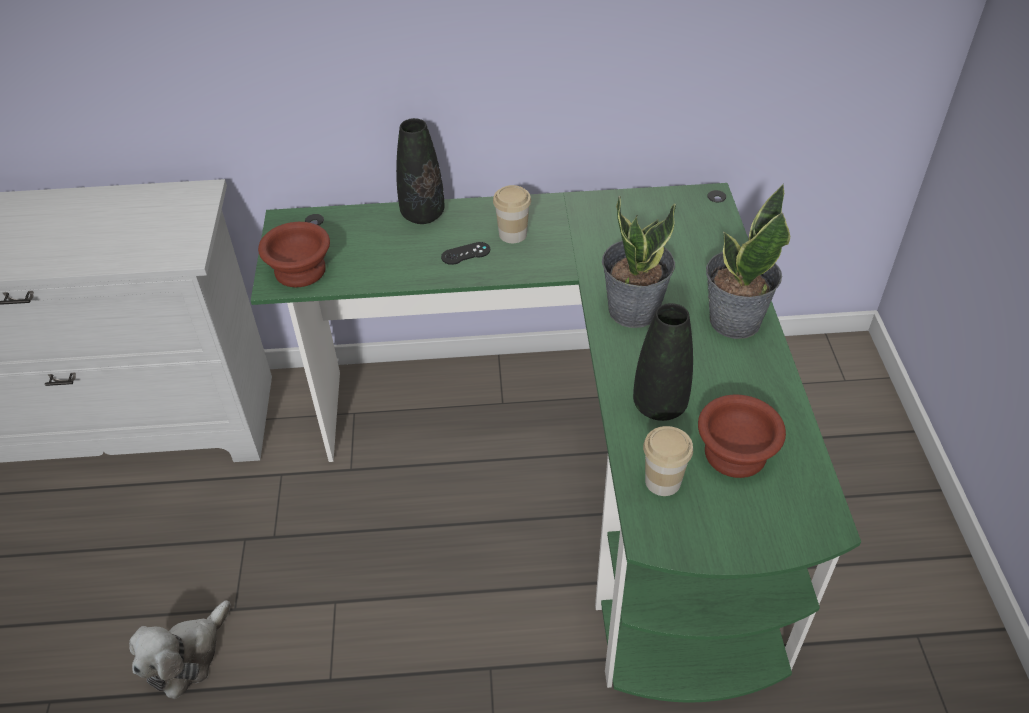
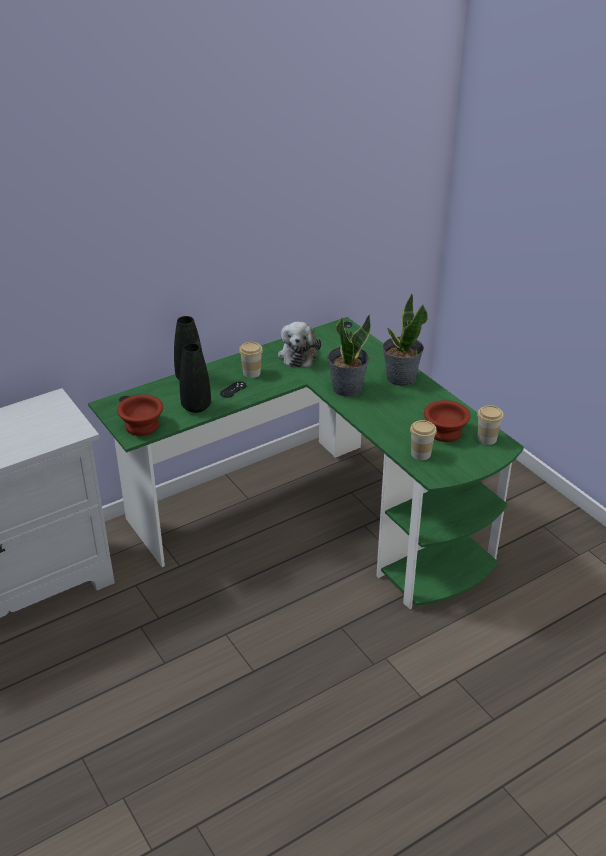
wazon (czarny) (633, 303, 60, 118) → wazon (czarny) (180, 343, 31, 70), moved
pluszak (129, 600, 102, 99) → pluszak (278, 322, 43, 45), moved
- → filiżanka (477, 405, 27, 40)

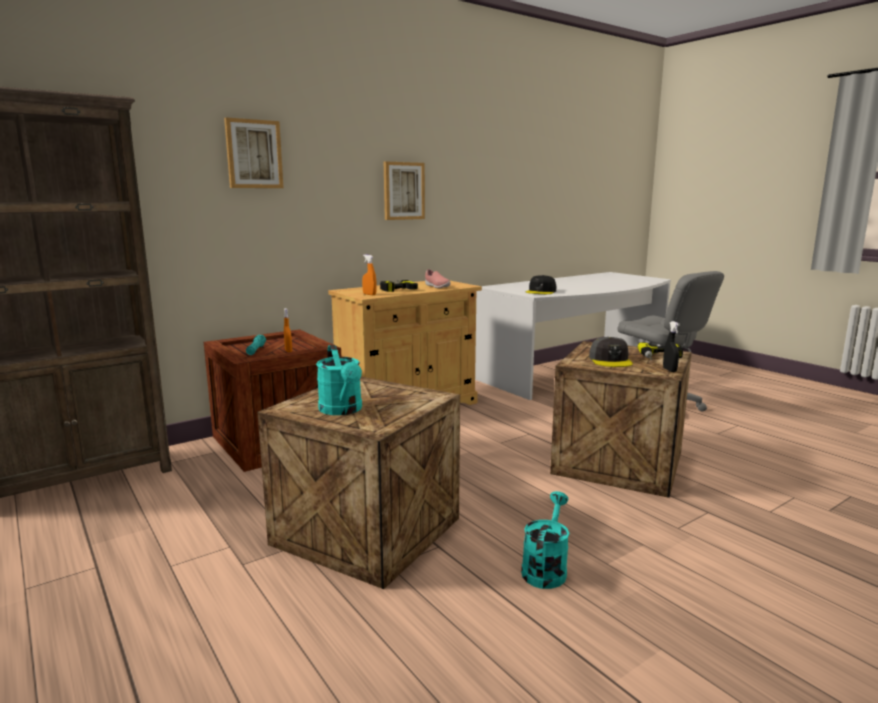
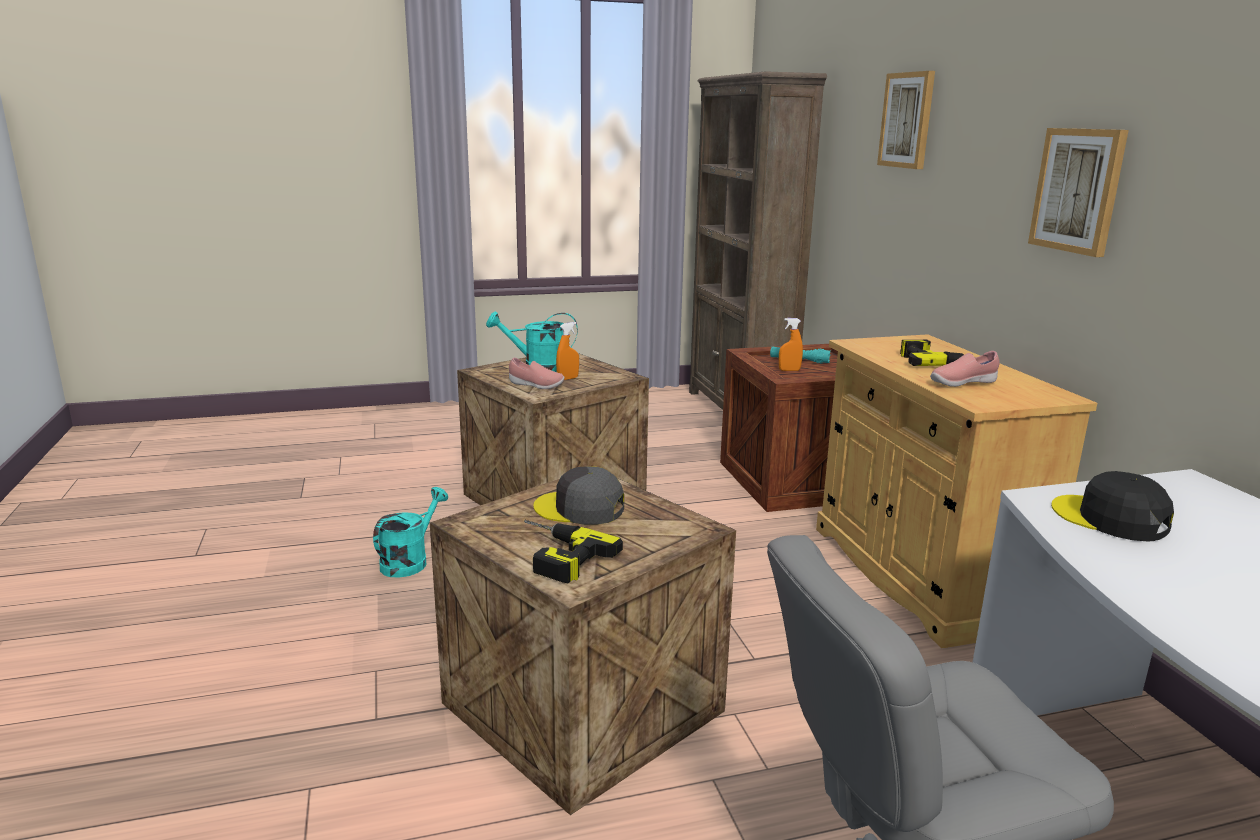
spryskiwacz (pomarańczowy) (362, 255, 15, 40) → spryskiwacz (pomarańczowy) (556, 322, 23, 58), moved
spryskiwacz (czarny) (663, 321, 17, 51) → -
konewka (turkusowy) (521, 491, 49, 98) → konewka (turkusowy) (373, 487, 75, 91), 105 degrees counterclockwise
- → but (różowy) (509, 357, 56, 32)

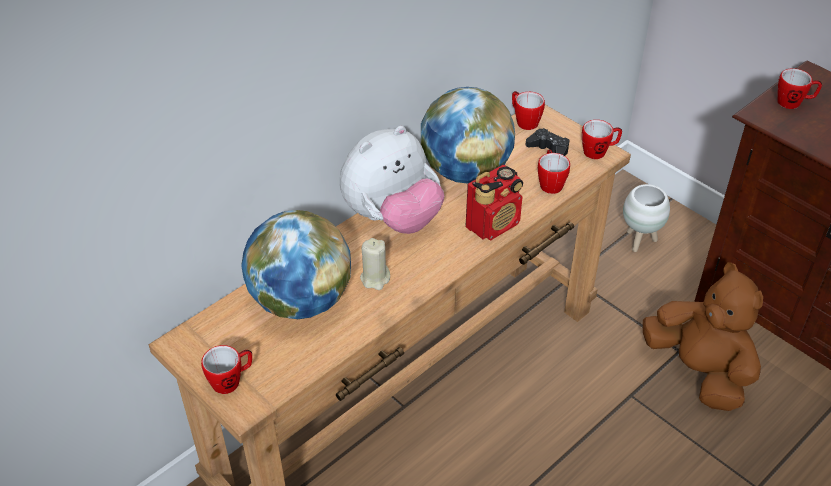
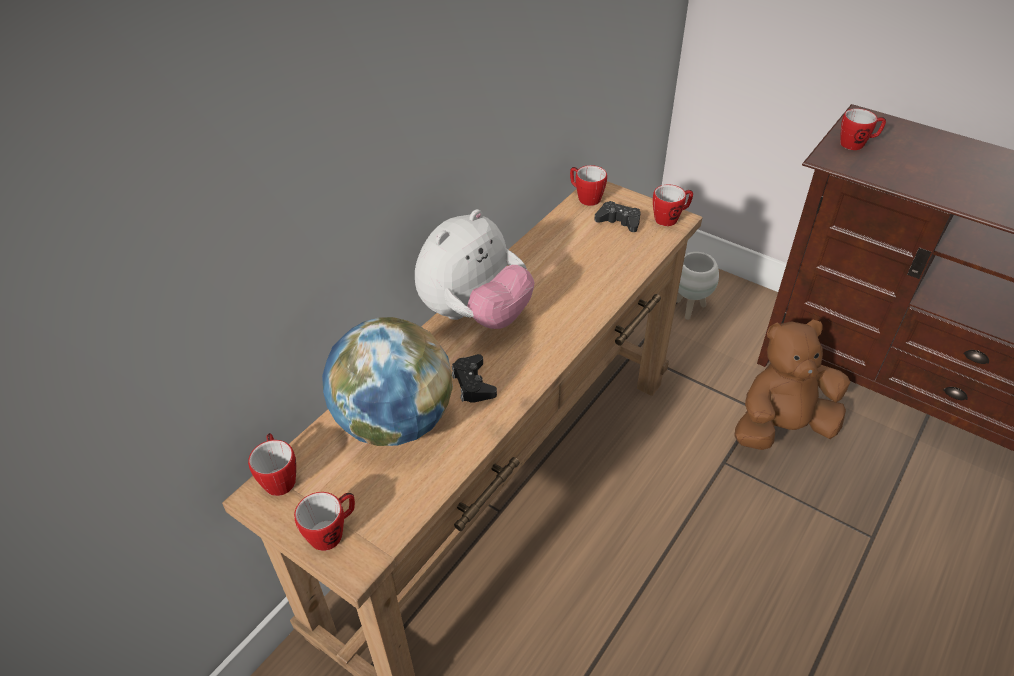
globus (421, 87, 94, 96) → -
kubek (538, 149, 32, 45) → kubek (248, 433, 48, 63), moved
radio (466, 164, 57, 76) → -
świeca (beżowy) (360, 238, 30, 52) → pad do gier (czarny) (452, 354, 45, 49)
pluszak (brązowy) (643, 262, 120, 149) → pluszak (brązowy) (734, 320, 116, 130), 60 degrees counterclockwise

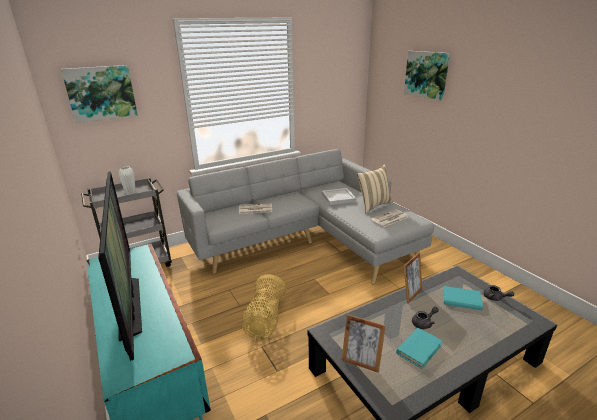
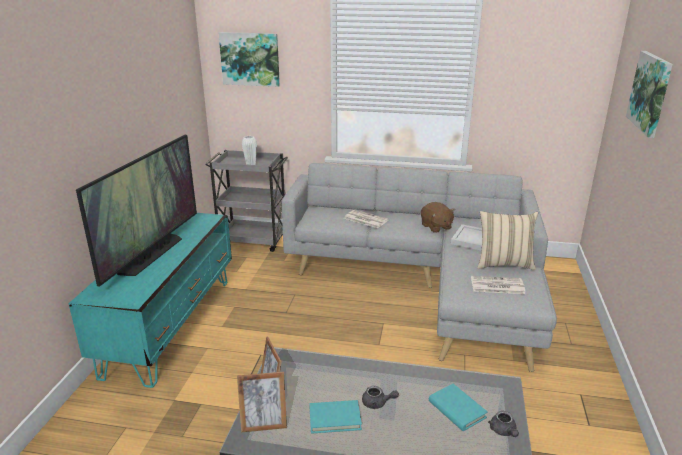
ramka na zdjęcie (404, 252, 18, 52) → ramka na zdjęcie (237, 372, 50, 60), moved
koszyk (242, 274, 44, 65) → -
- → pluszak (brązowy) (421, 202, 34, 31)

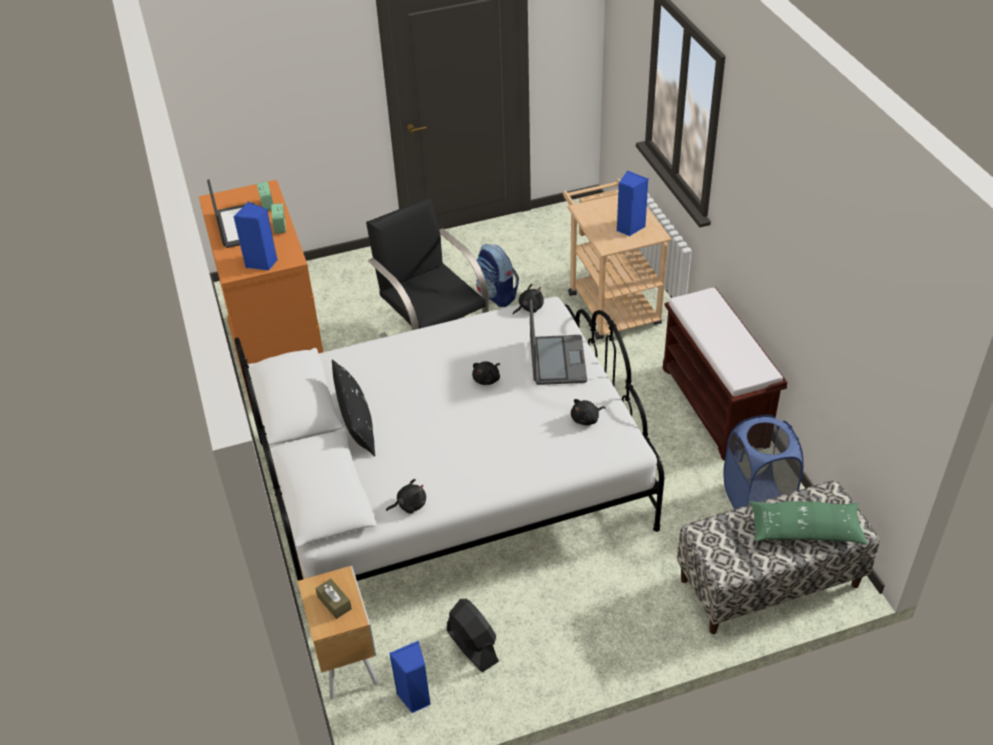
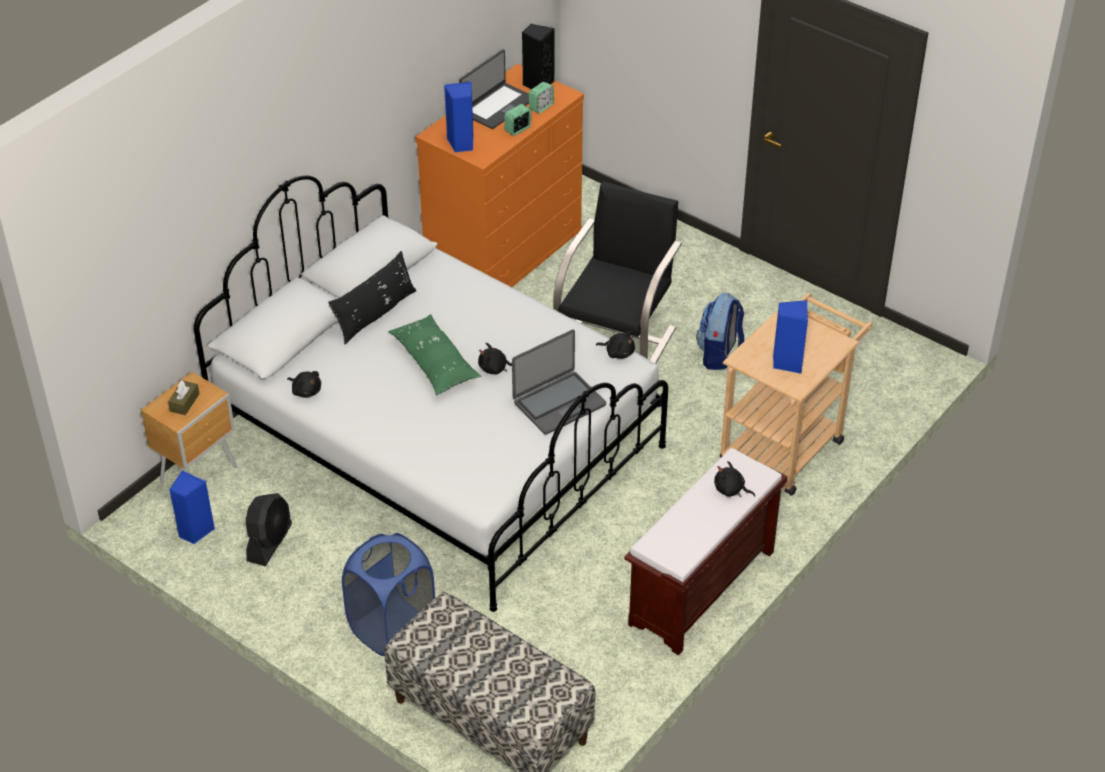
pluszak (czarny) (571, 399, 35, 26) → pluszak (czarny) (714, 461, 41, 36), moved
kosz na pranie (niebieski) (723, 415, 81, 94) → kosz na pranie (niebieski) (342, 533, 93, 123), moved
poduszka (zielony) (749, 501, 119, 44) → poduszka (zielony) (388, 314, 93, 81), moved
- → głośnik (czarny) (522, 24, 33, 65)

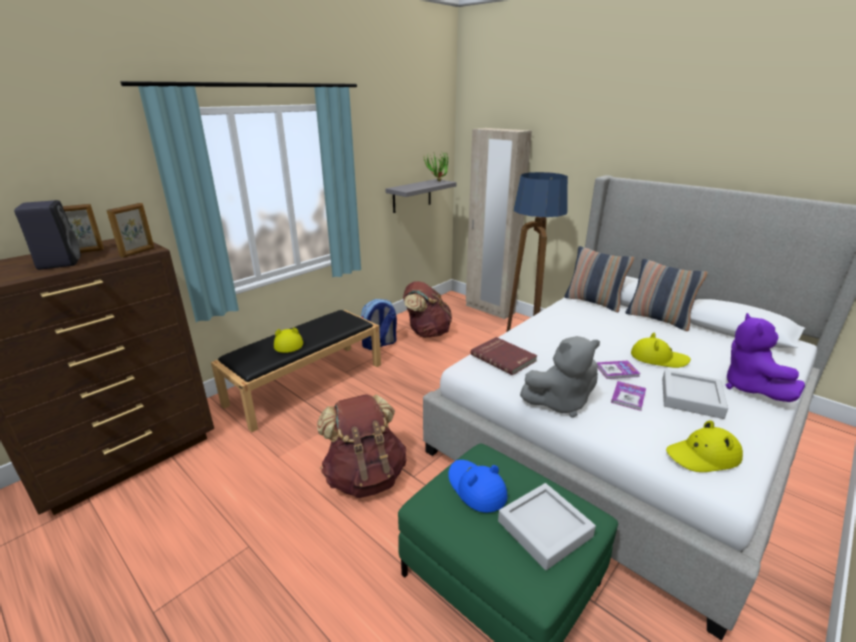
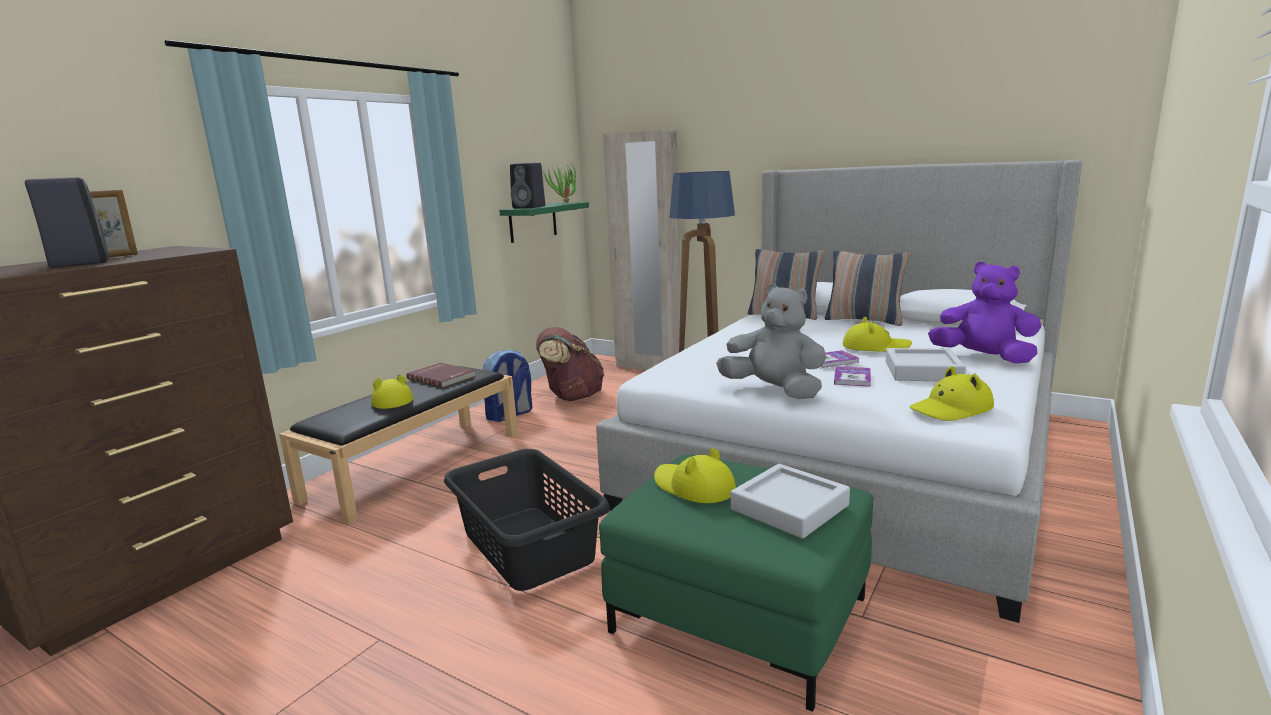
półka (szary) (385, 179, 72, 34) → półka (zielony) (499, 202, 90, 41)
ramka na zdjęcie (107, 203, 47, 55) → -
pluszak (fioletowy) (726, 313, 79, 89) → pluszak (fioletowy) (928, 262, 114, 101), 135 degrees clockwise
pluszak (szary) (520, 336, 80, 82) → pluszak (szary) (716, 284, 110, 115), 120 degrees counterclockwise
książka (czerwony) (471, 337, 66, 38) → książka (czerwony) (406, 363, 70, 25), moved
plecak (brązowy) (317, 394, 89, 104) → kosz na pranie (czarny) (444, 449, 166, 142)
kapelusz (niebieski) (448, 460, 60, 53) → kapelusz (żółty) (654, 448, 82, 55)
- → głośnik (czarny) (510, 163, 35, 45)

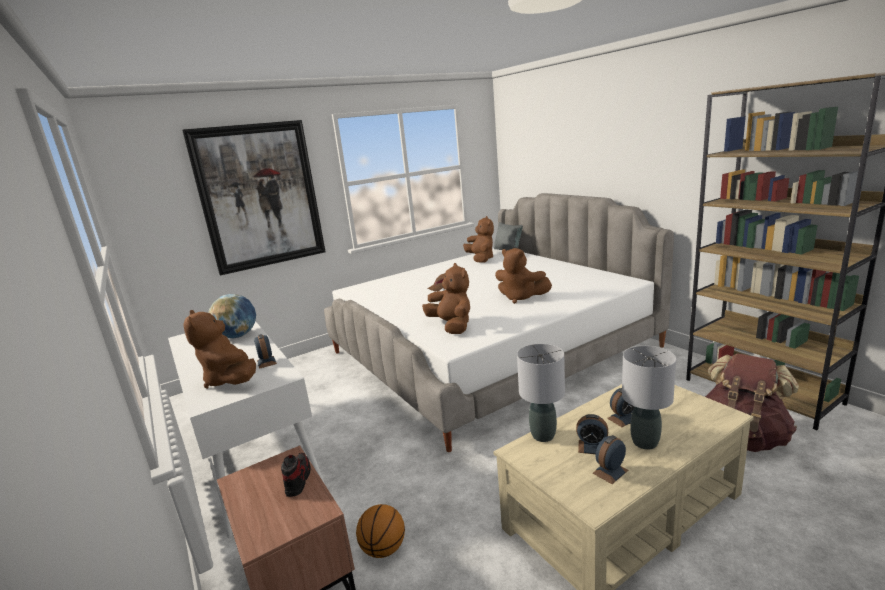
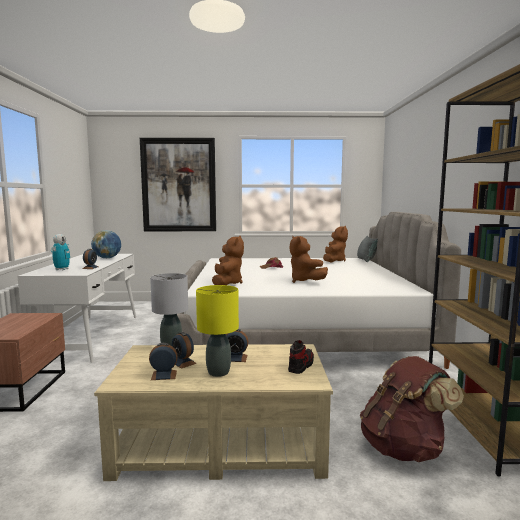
pluszak (brązowy) (183, 310, 73, 78) → robot zabawkowy (51, 234, 19, 36)
lampa stołowa (szary) (622, 346, 54, 104) → lampa stołowa (żółty) (196, 285, 43, 92)
but (281, 453, 29, 44) → but (288, 340, 26, 34), moved
piłka do koszykówki (356, 504, 49, 54) → -

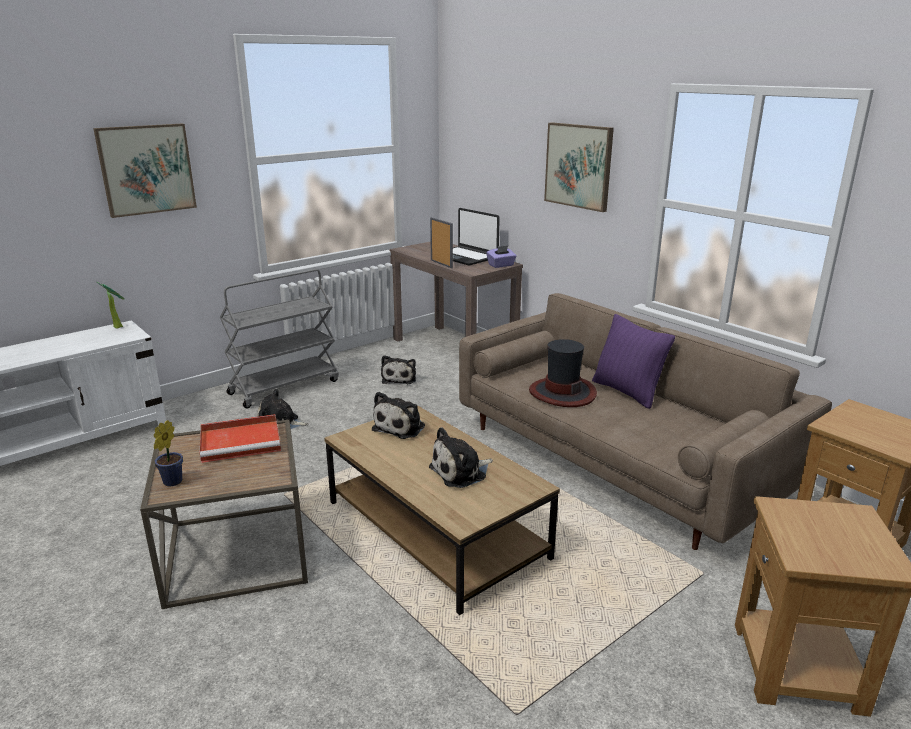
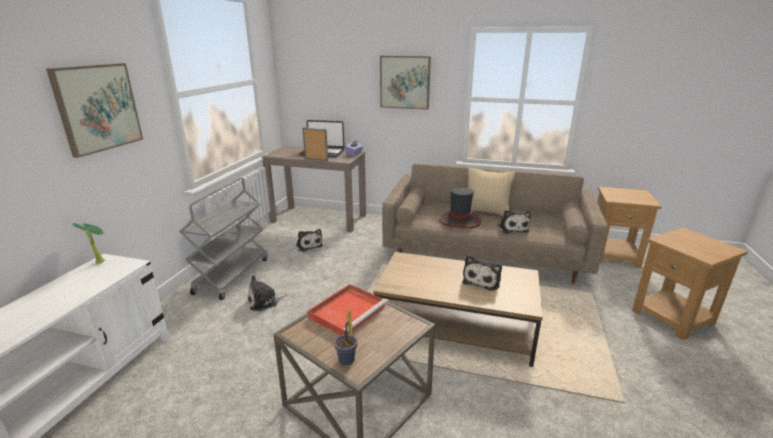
poduszka (fioletowy) (592, 314, 83, 95) → poduszka (beżowy) (468, 168, 47, 48)
pluszak (372, 392, 53, 47) → pluszak (497, 210, 34, 24), moved

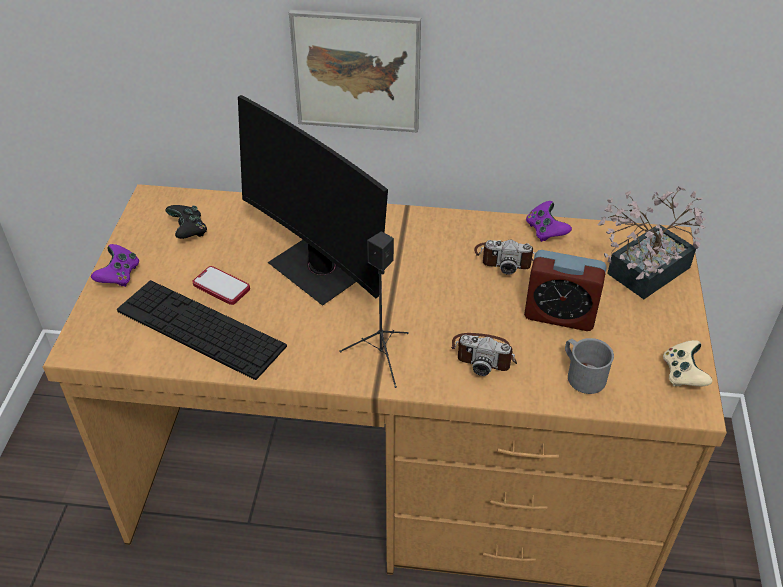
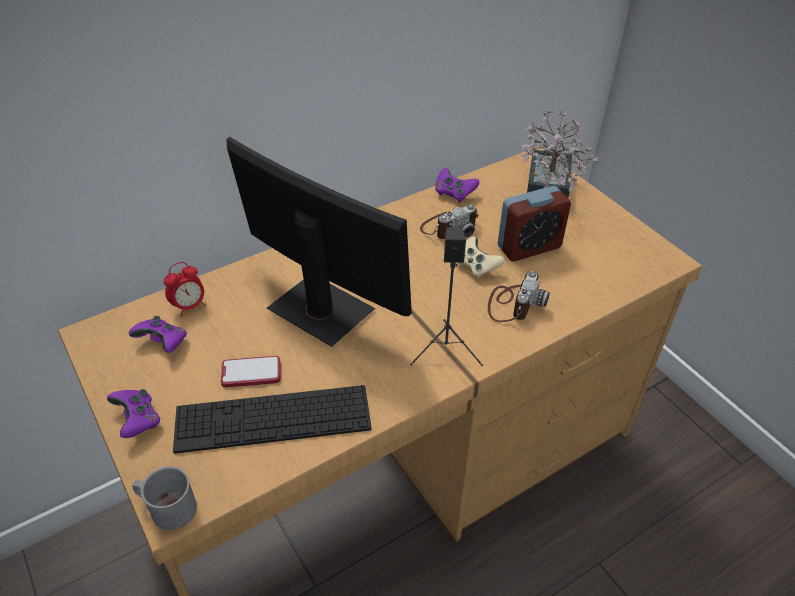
obraz (289, 10, 132, 122) → -
monitor (238, 95, 150, 211) → monitor (226, 137, 186, 210), 150 degrees counterclockwise
pad do gier (czarny) (165, 205, 42, 34) → pad do gier (fioletowy) (129, 316, 58, 37)
aparat fotograficzny (451, 333, 66, 43) → aparat fotograficzny (488, 271, 62, 51), 45 degrees counterclockwise
kubek (szary) (565, 338, 49, 56) → kubek (szary) (132, 466, 65, 64), moved
pad do gier (beżowy) (663, 340, 50, 47) → pad do gier (beżowy) (459, 236, 46, 43), moved
- → budzik (163, 262, 42, 54)

